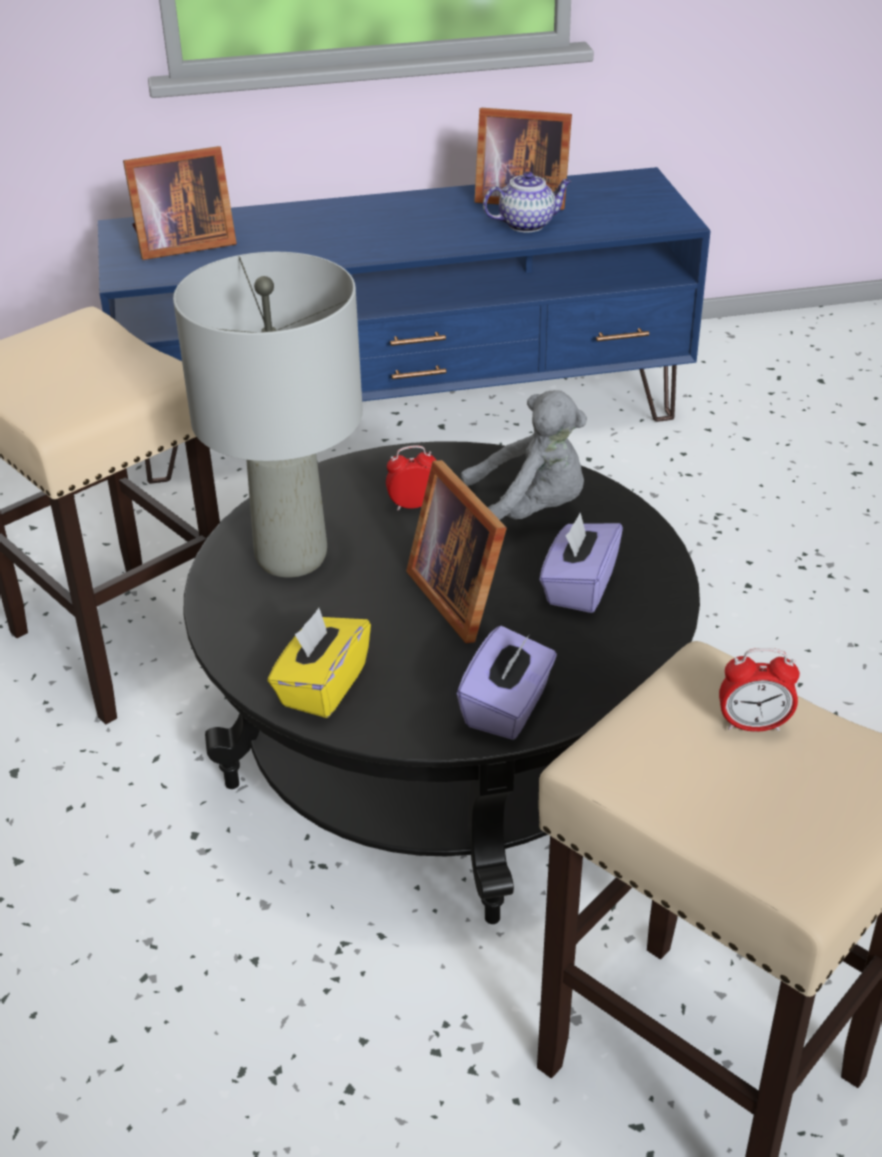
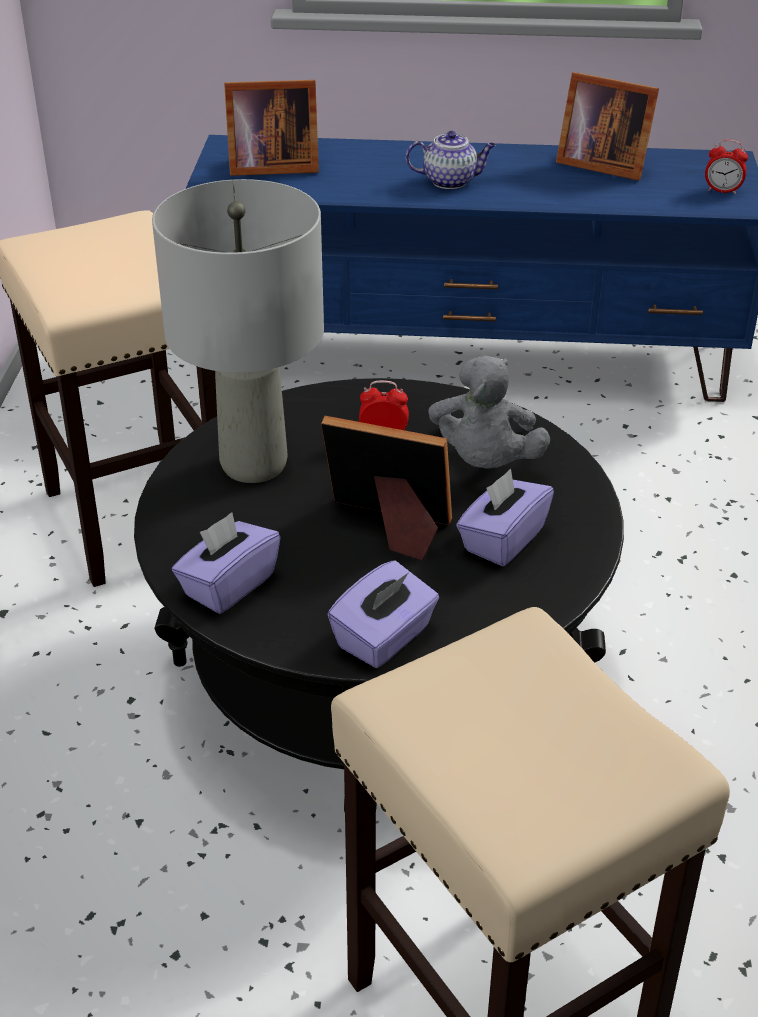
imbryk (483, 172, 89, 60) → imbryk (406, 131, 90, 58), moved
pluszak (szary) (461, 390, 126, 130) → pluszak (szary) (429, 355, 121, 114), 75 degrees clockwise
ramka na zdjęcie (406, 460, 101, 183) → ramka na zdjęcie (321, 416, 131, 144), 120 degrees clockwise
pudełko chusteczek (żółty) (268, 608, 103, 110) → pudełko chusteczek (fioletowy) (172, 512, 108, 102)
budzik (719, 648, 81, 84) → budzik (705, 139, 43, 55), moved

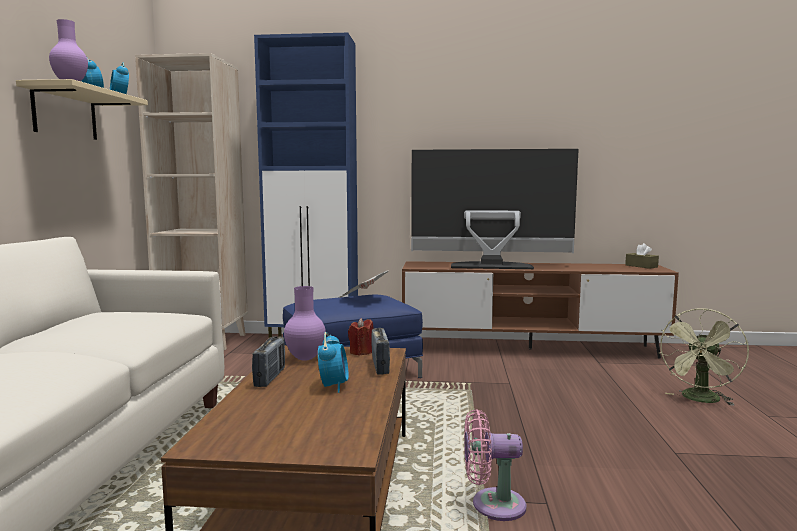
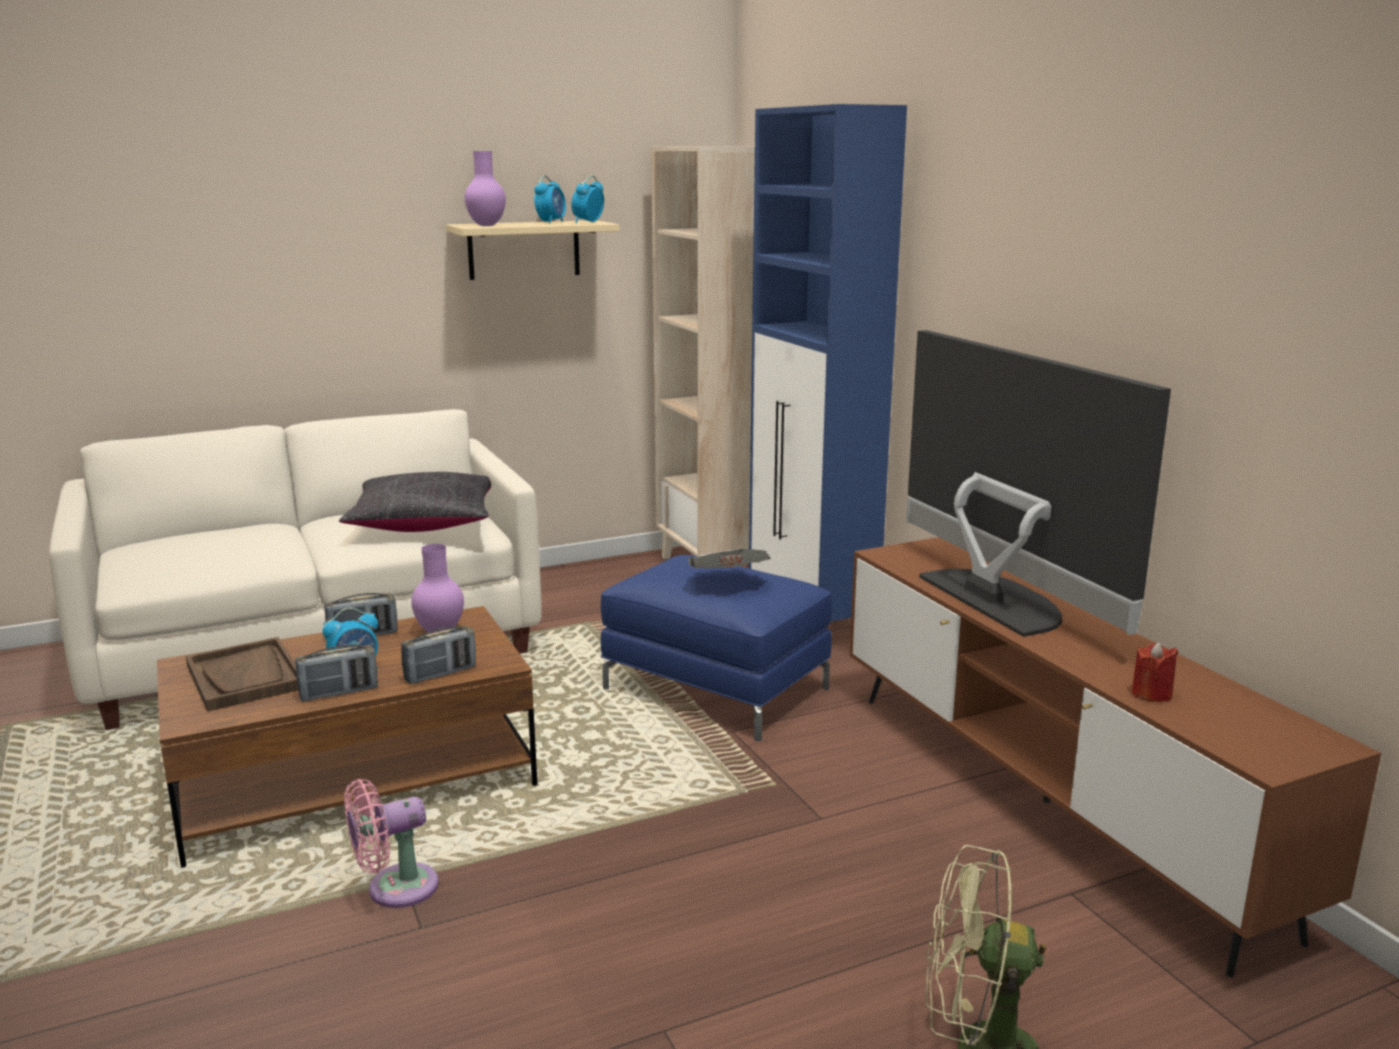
pudełko chusteczek (brązowy) (625, 243, 34, 26) → -
świeca (czerwony) (348, 318, 25, 37) → świeca (czerwony) (1132, 642, 46, 60), moved
wentylator (różowy) (464, 409, 63, 112) → wentylator (różowy) (344, 779, 95, 129), 90 degrees counterclockwise
- → poduszka (czarny) (339, 472, 152, 60)
- → taca (brązowy) (186, 637, 113, 75)
- → radio (295, 645, 83, 56)

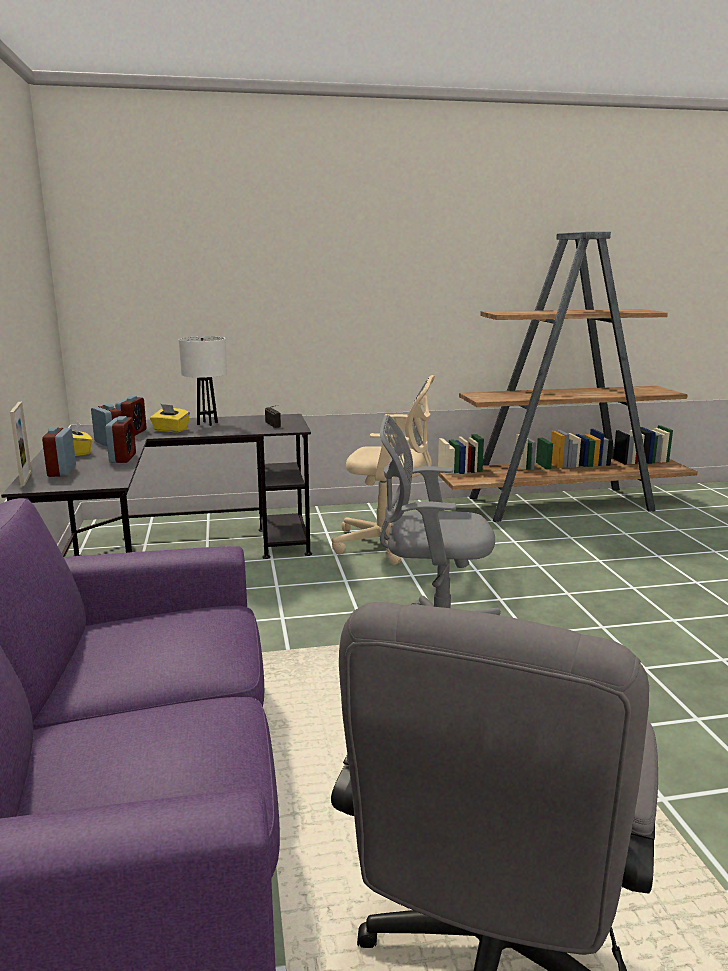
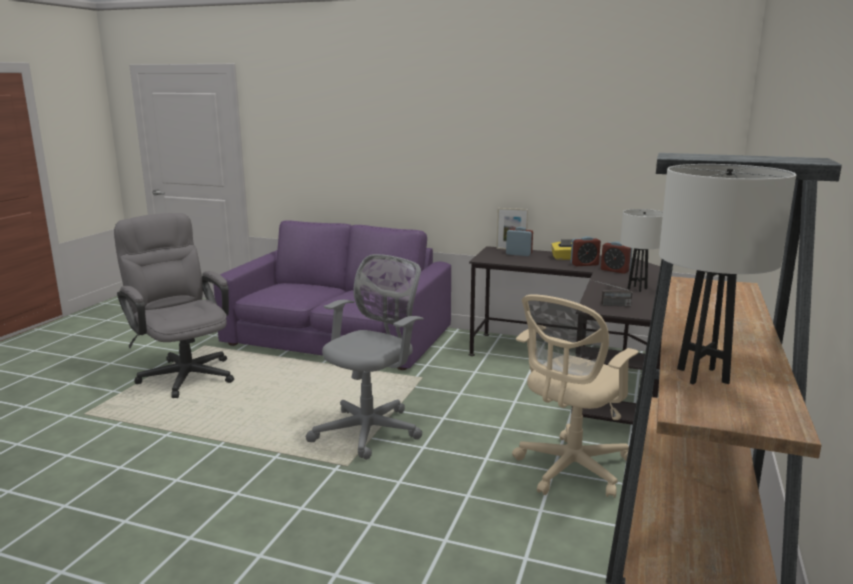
pudełko chusteczek (żółty) (150, 404, 40, 28) → -
budzik (105, 416, 31, 47) → -
- → lampa stołowa (biały) (659, 164, 138, 220)

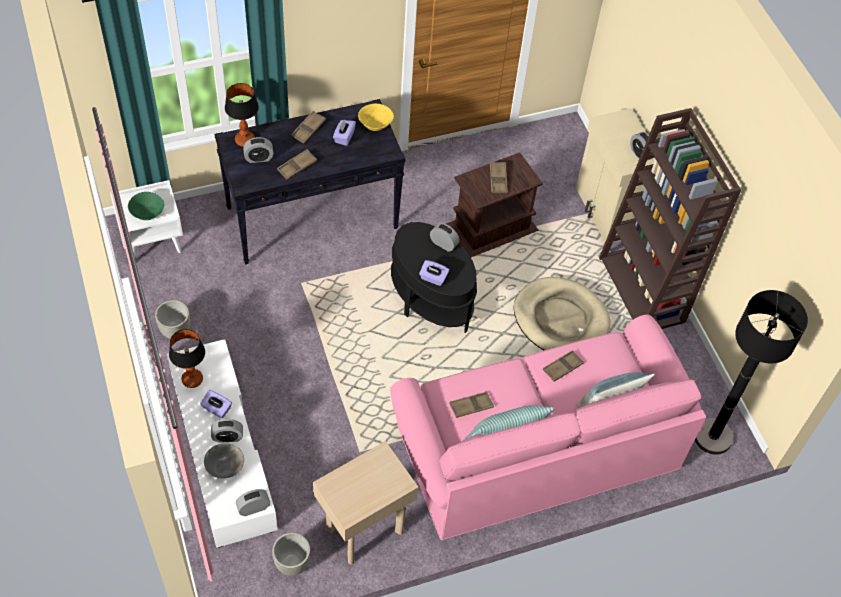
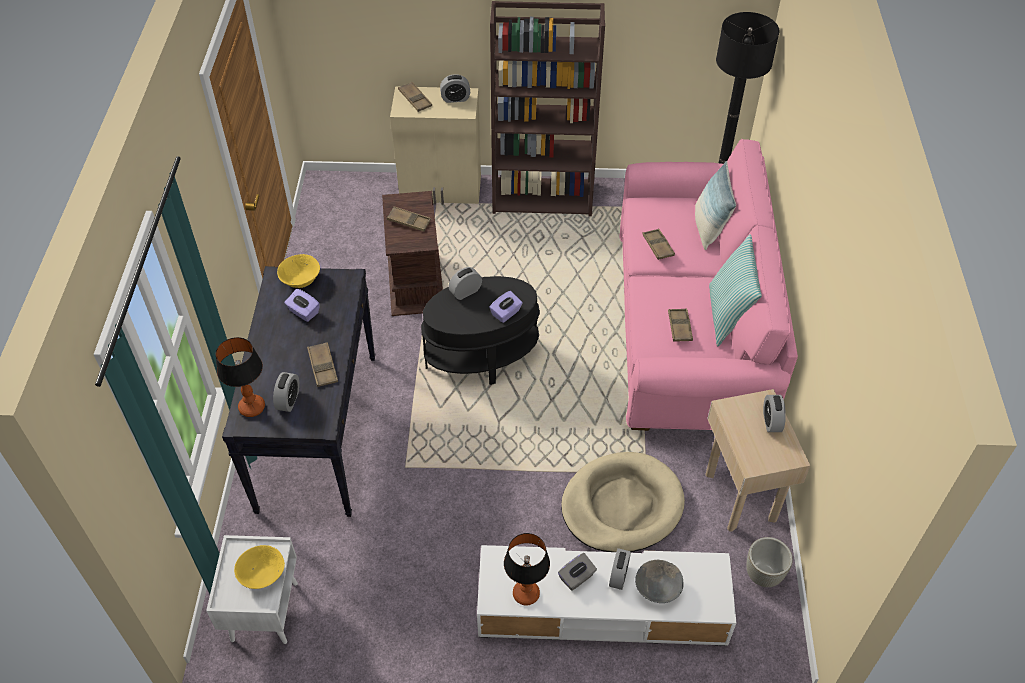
taca (brązowy) (291, 111, 35, 33) → taca (brązowy) (398, 82, 34, 30), moved
miska (zielony) (128, 192, 36, 28) → miska (żółty) (234, 545, 51, 44)
legowisko (beżowy) (514, 277, 97, 73) → legowisko (beżowy) (561, 452, 124, 100), moved
donica (szary) (155, 300, 35, 39) → -
pudełko chusteczek (fioletowy) (200, 390, 32, 28) → pudełko chusteczek (szary) (558, 553, 39, 38)
budzik (236, 489, 34, 27) → budzik (763, 395, 23, 37), moved

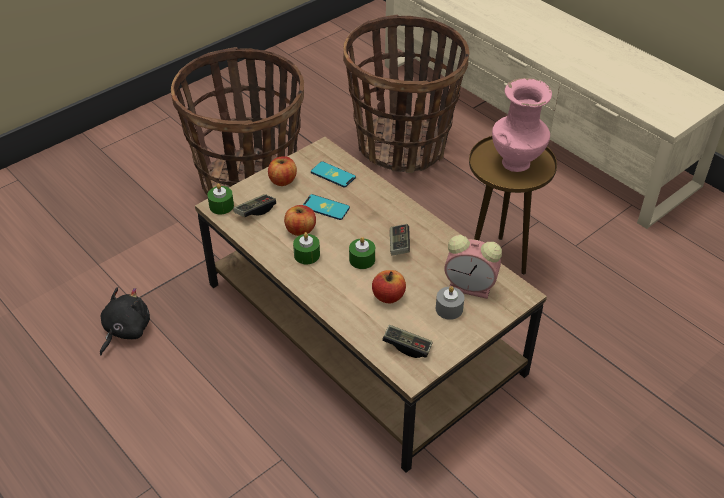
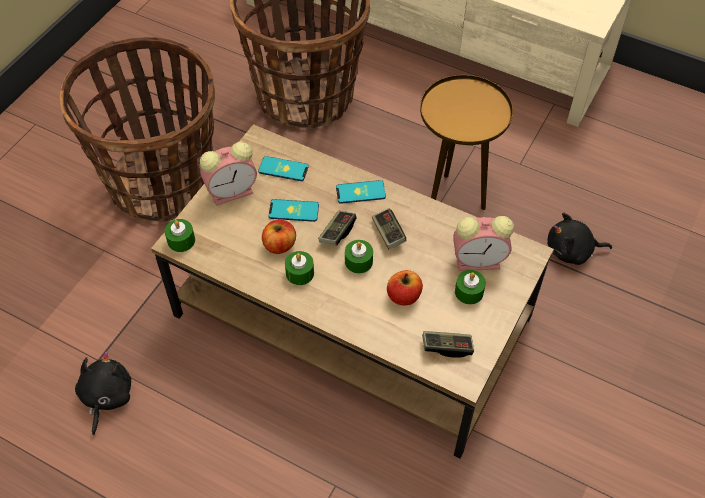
wazon (różowy) (492, 78, 60, 94) → -
jabłko (268, 156, 29, 30) → budzik (200, 141, 57, 65)
pad do gier (233, 194, 43, 23) → pad do gier (318, 211, 39, 35), moved
świeca (szary) (436, 286, 28, 34) → świeca (zielony) (455, 270, 31, 34)
- → telefon (336, 180, 50, 24)
- → pluszak (czarny) (547, 213, 65, 52)

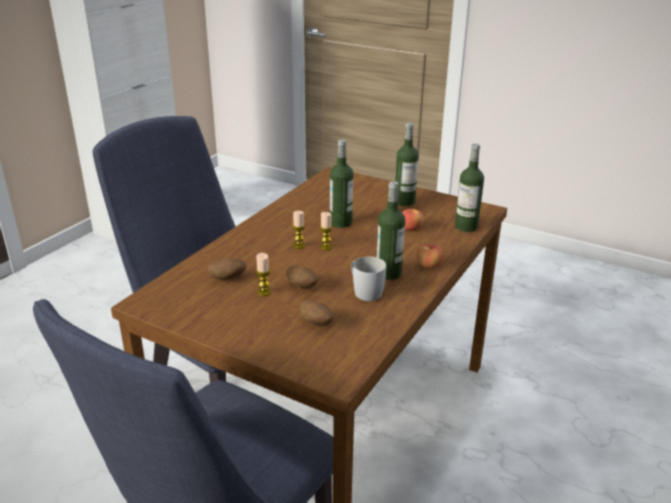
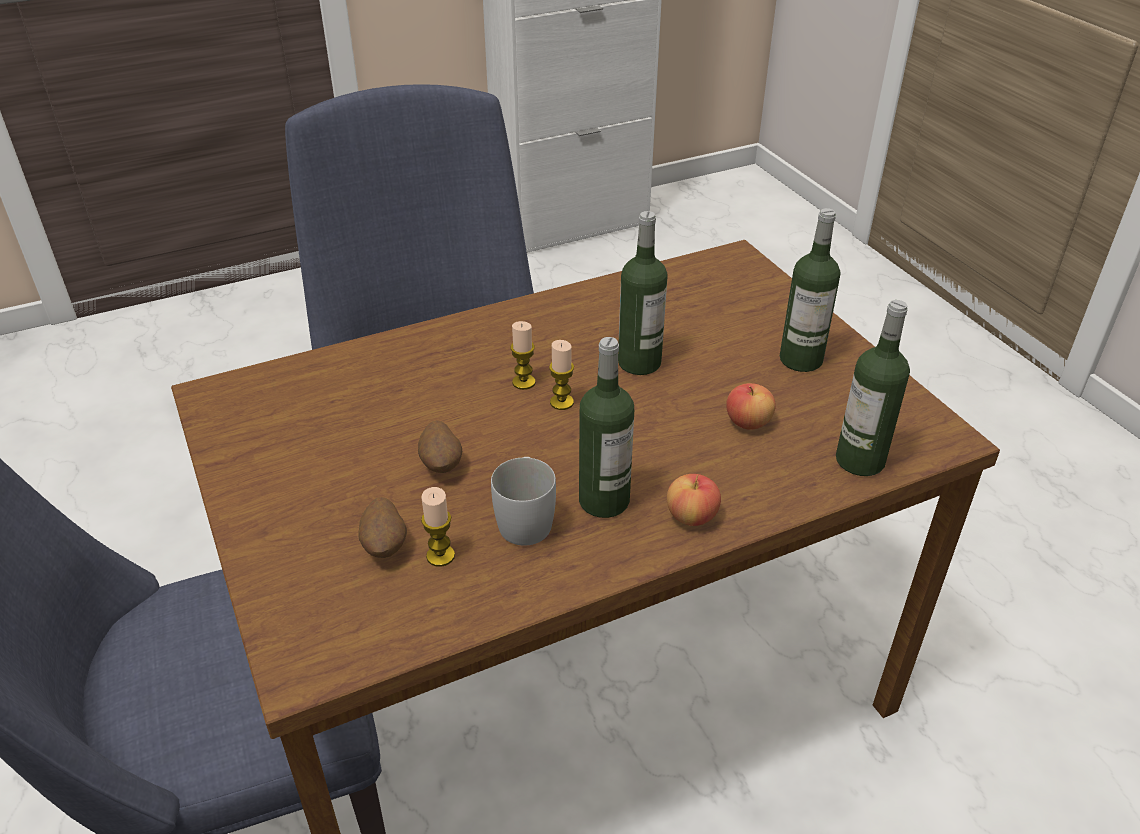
świeca (256, 253, 15, 43) → świeca (421, 487, 34, 80), moved
ziemniak (207, 258, 40, 22) → -

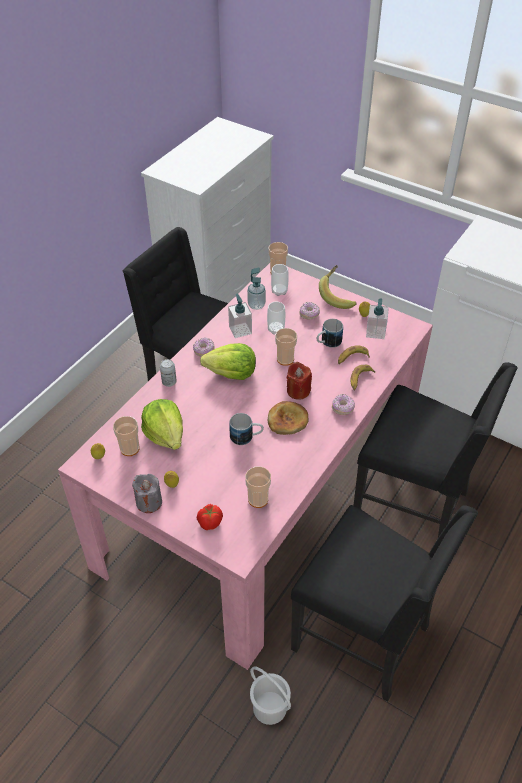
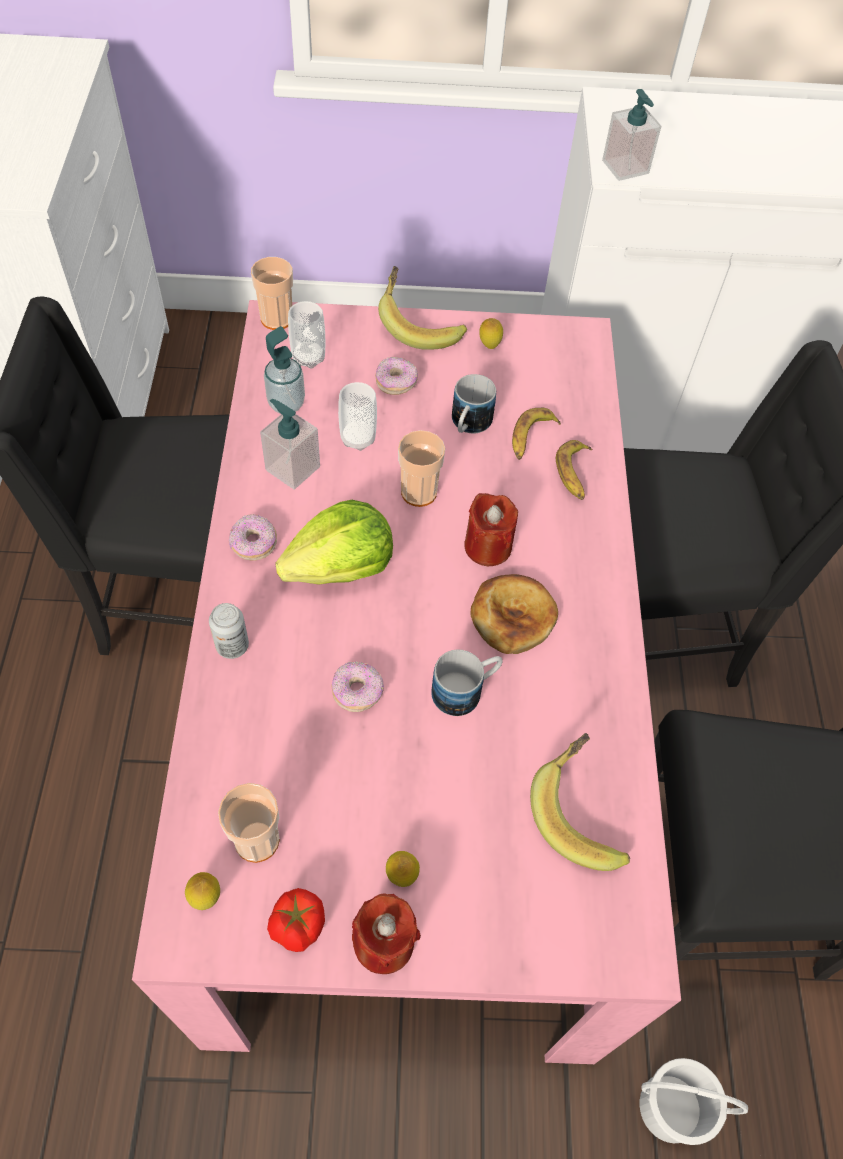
dozownik mydła (366, 298, 23, 41) → dozownik mydła (602, 89, 59, 92), moved
donut (332, 394, 23, 21) → donut (331, 662, 53, 50), moved
sałata (141, 399, 42, 51) → -
filiżanka (245, 466, 26, 42) → banan (530, 733, 100, 138)
świeca (szary) (132, 474, 30, 39) → świeca (czerwony) (352, 894, 69, 80)
pomidor (197, 504, 26, 26) → pomidor (267, 888, 58, 64), moved

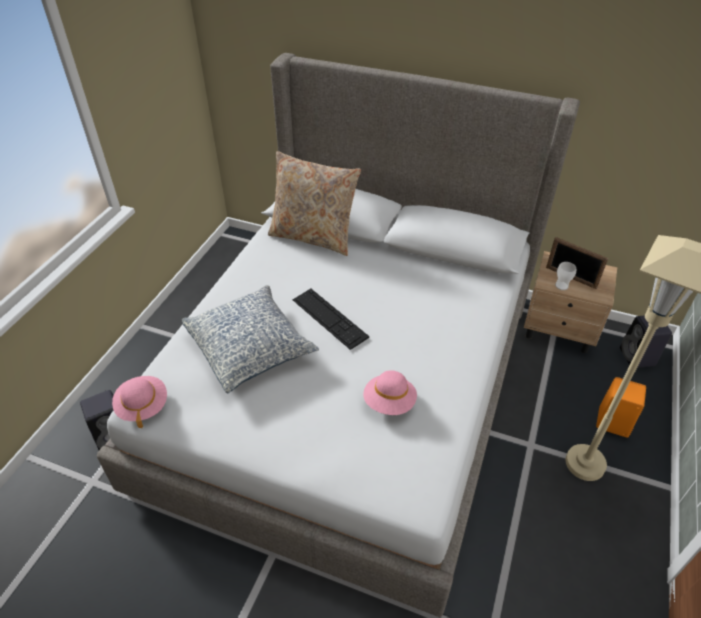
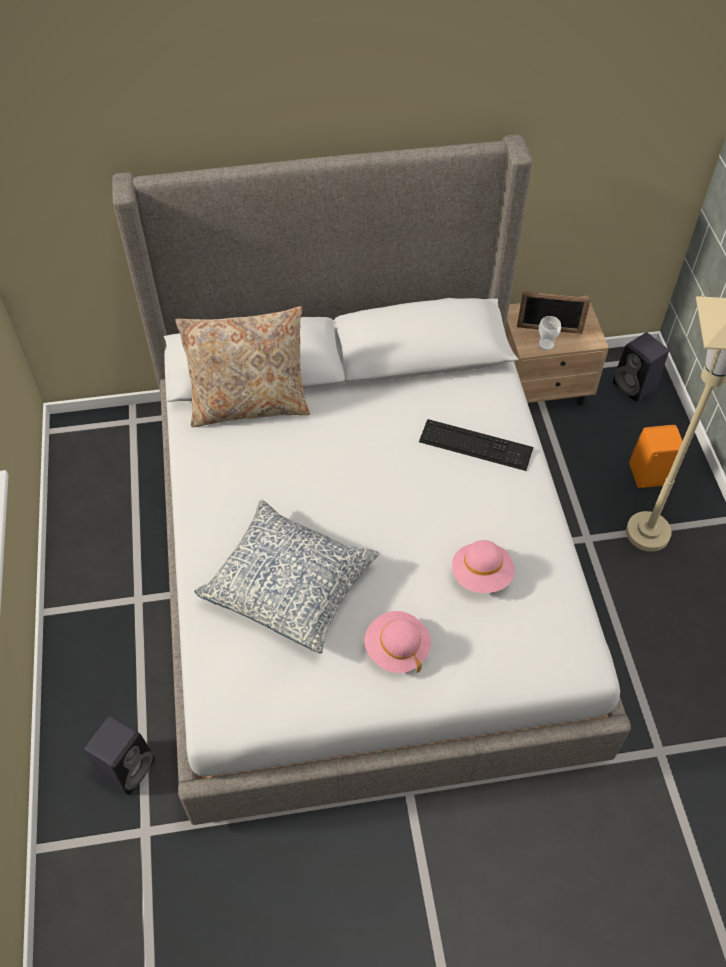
klawiatura (293, 289, 76, 61) → klawiatura (419, 419, 114, 52), moved
kapelusz (różowy) (112, 376, 55, 52) → kapelusz (różowy) (364, 611, 67, 62), moved

